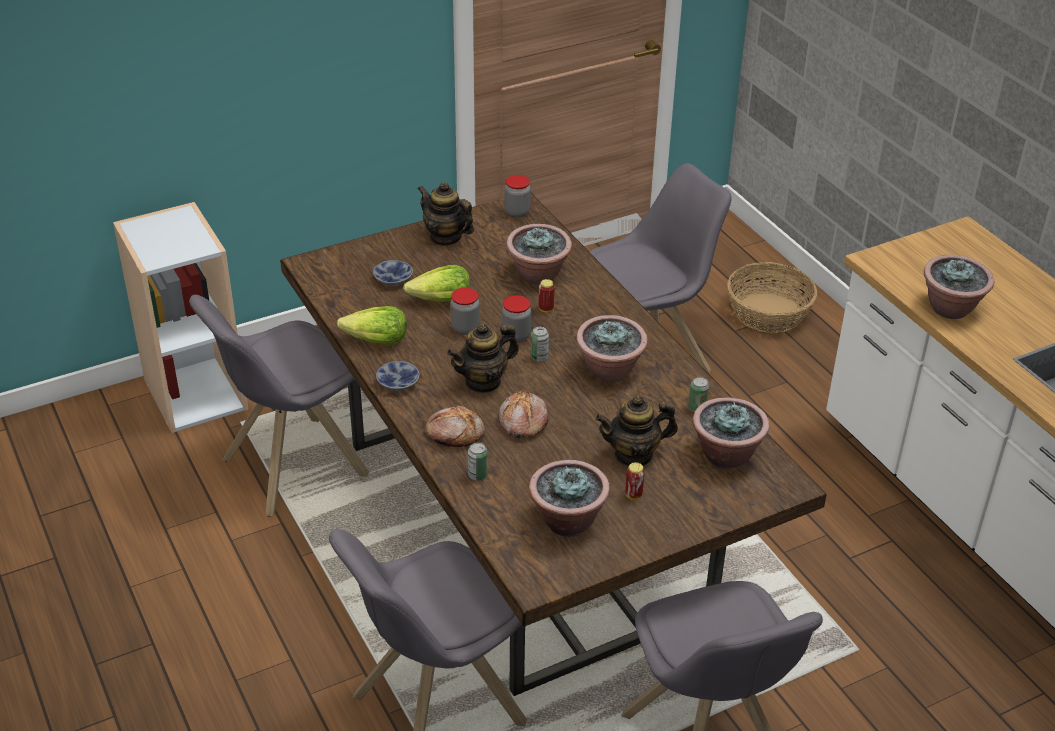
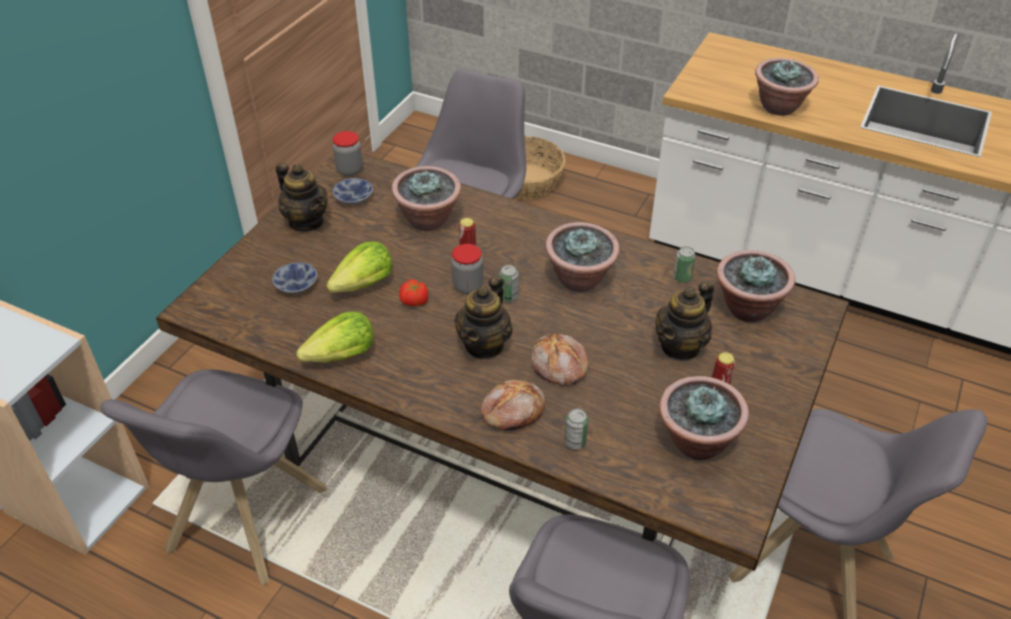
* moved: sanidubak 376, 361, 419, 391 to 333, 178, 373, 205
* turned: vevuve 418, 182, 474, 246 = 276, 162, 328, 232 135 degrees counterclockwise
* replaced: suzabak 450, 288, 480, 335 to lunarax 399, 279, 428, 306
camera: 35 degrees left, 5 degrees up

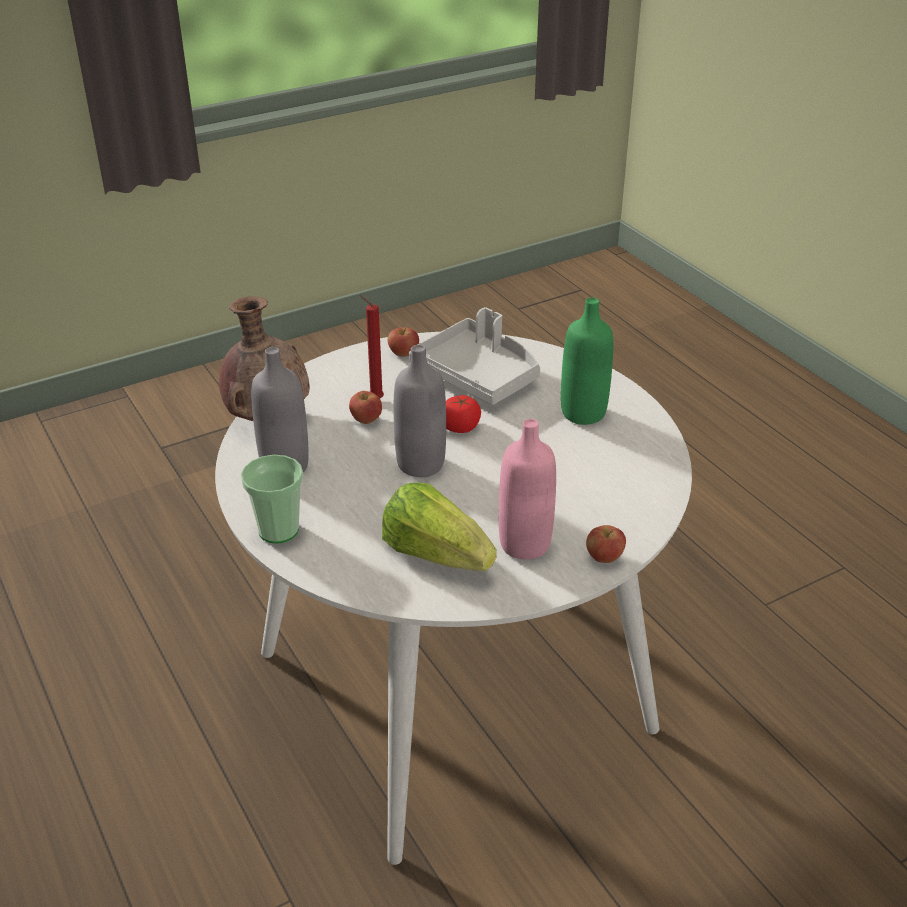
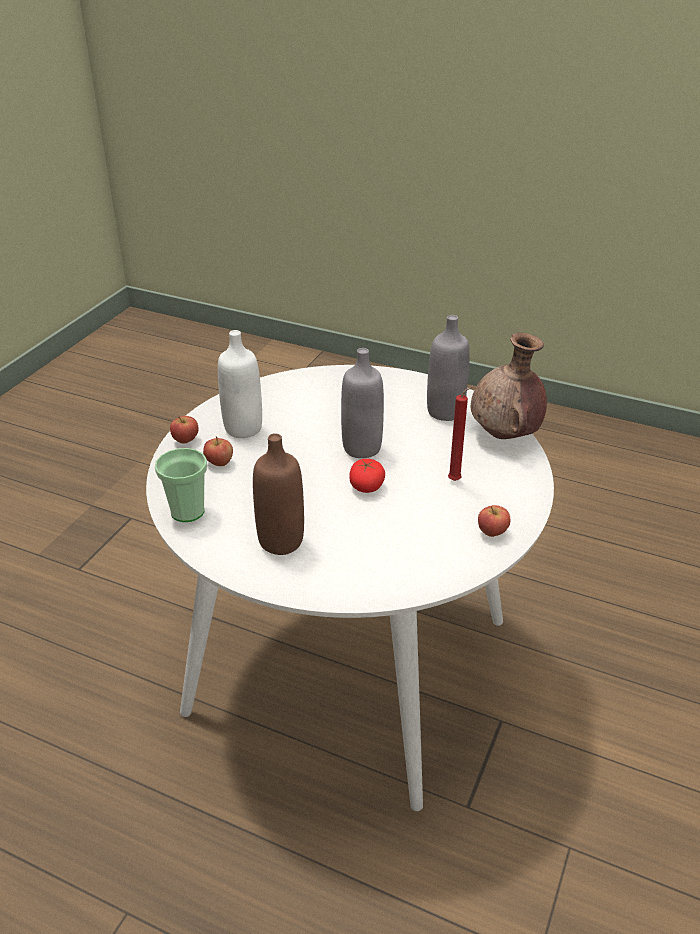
* moved: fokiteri 241, 455, 303, 544 to 155, 448, 207, 522
* moved: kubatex 349, 391, 382, 424 to 203, 436, 233, 466
* removed: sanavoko 382, 483, 497, 571
* removed: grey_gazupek 409, 307, 540, 405
* recoloured: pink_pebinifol 499, 419, 556, 559 to white_pebinifol 218, 330, 262, 438
* recoloured: green_pebinifol 561, 297, 613, 425 to brown_pebinifol 253, 433, 304, 555
camera: 145 degrees right, 0 degrees up

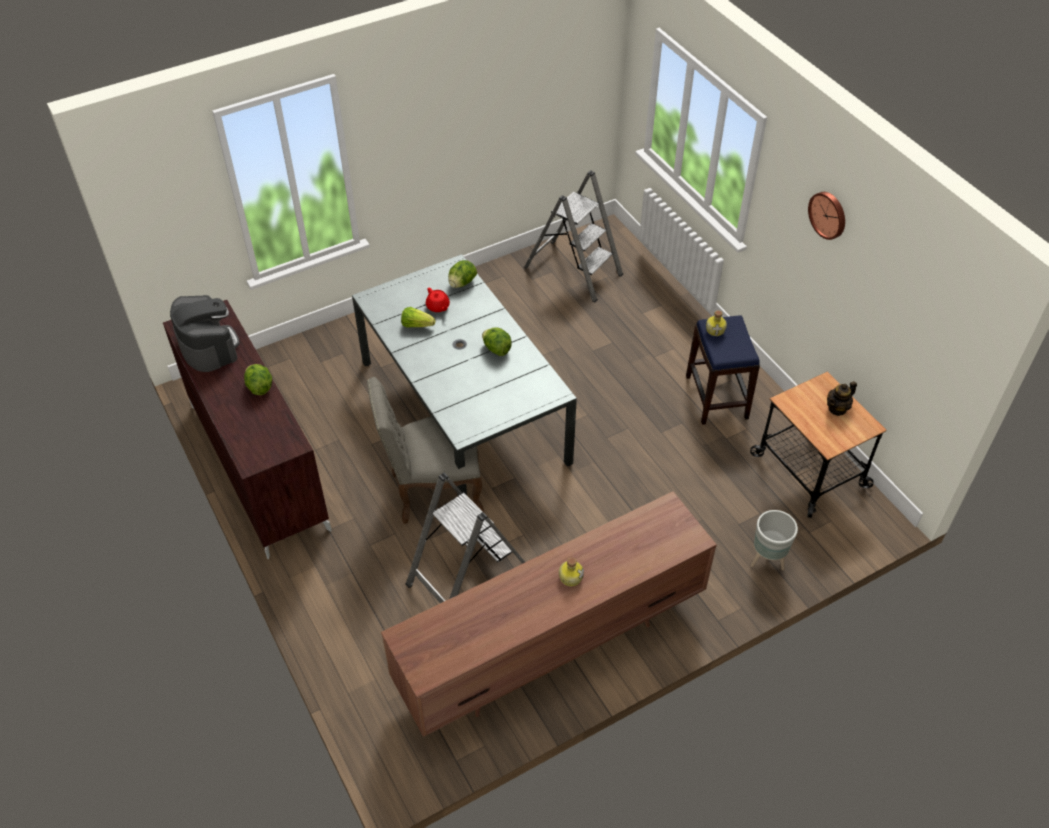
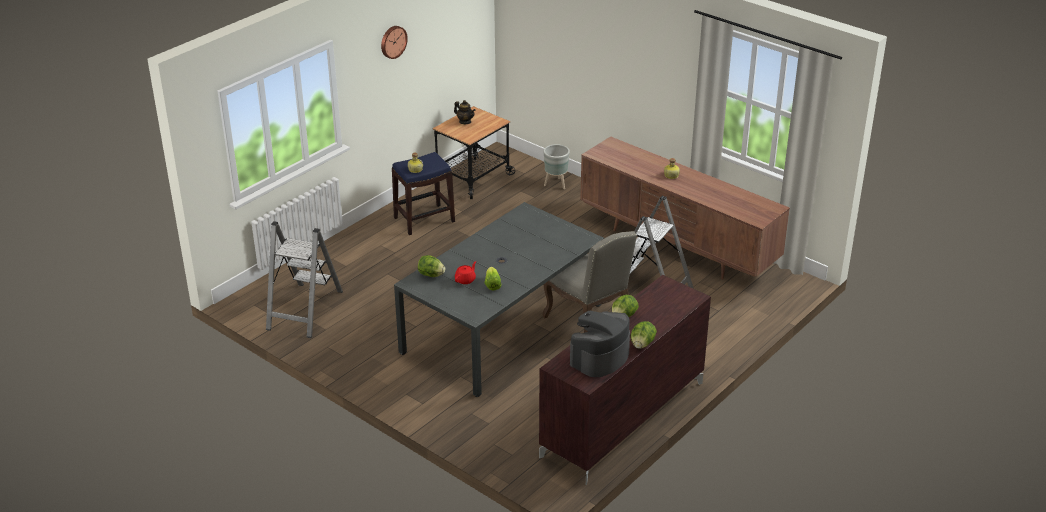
* moved: sanavoko 482, 328, 512, 356 to 631, 321, 657, 349
camera: 110 degrees left, 15 degrees down

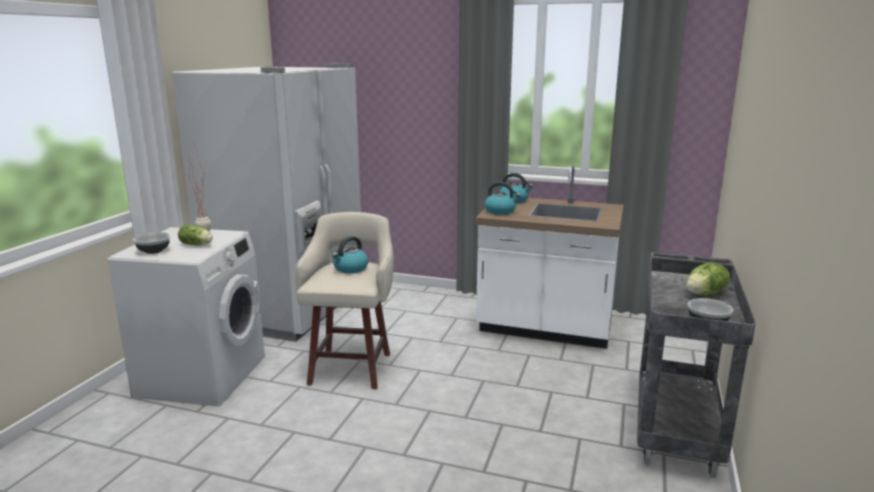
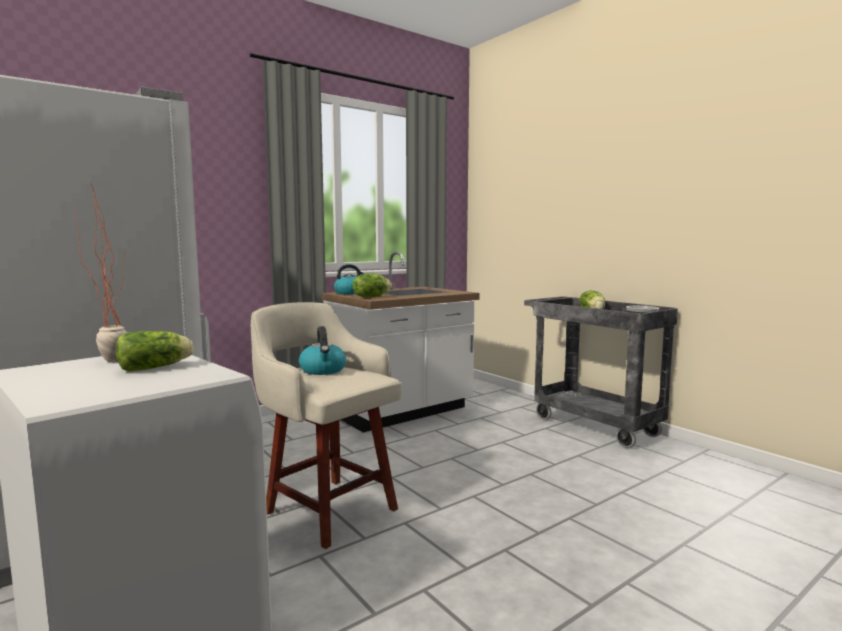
* removed: sanidubak 133, 232, 170, 254
* replaced: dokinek 485, 182, 521, 215 to sanavoko 353, 273, 392, 297
camera: 55 degrees left, 10 degrees down

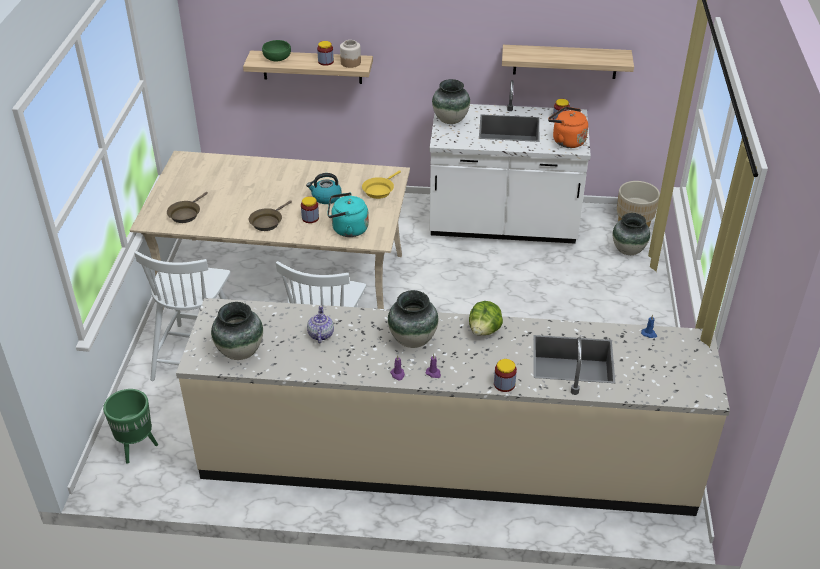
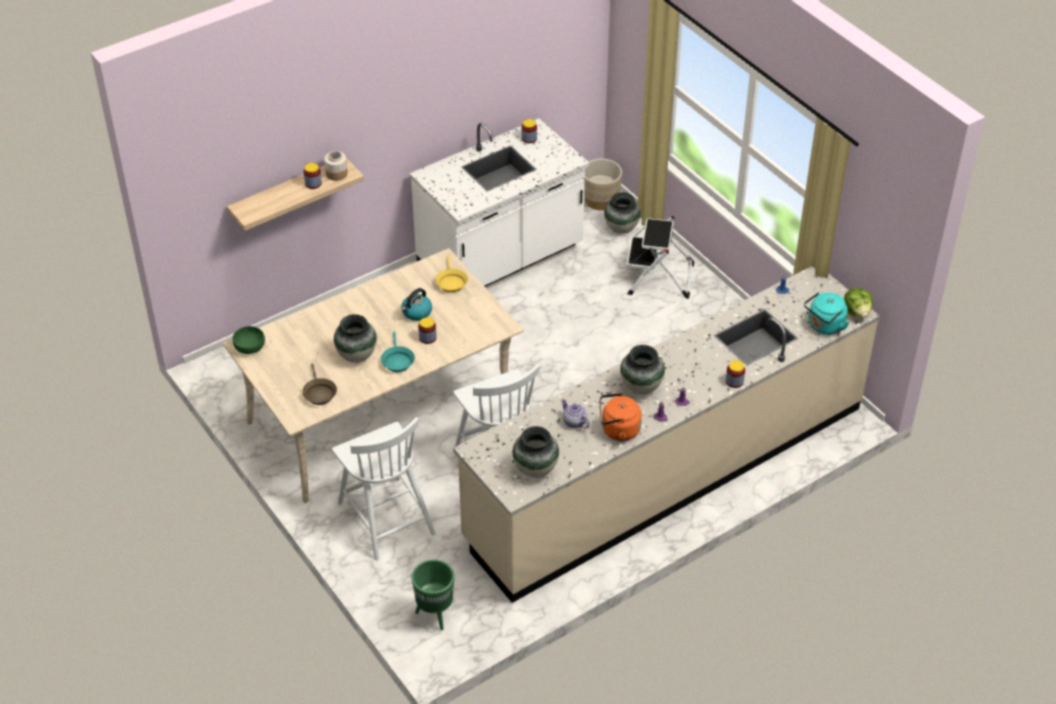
* recoloured: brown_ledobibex 249, 200, 292, 231 to turquoise_ledobibex 381, 331, 415, 372
* moved: green_sanidubak 262, 40, 291, 61 to 232, 326, 265, 354
* moved: turquoise_dokinek 327, 192, 369, 237 to 804, 292, 850, 335
* moved: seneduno 432, 79, 470, 124 to 334, 314, 377, 363
* moved: sanavoko 469, 301, 503, 336 to 844, 288, 873, 318
* removed: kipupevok 502, 45, 634, 79
* moved: orange_dokinek 548, 107, 588, 148 to 600, 393, 642, 441
* added: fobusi 627, 216, 694, 299
camera: 40 degrees left, 5 degrees up

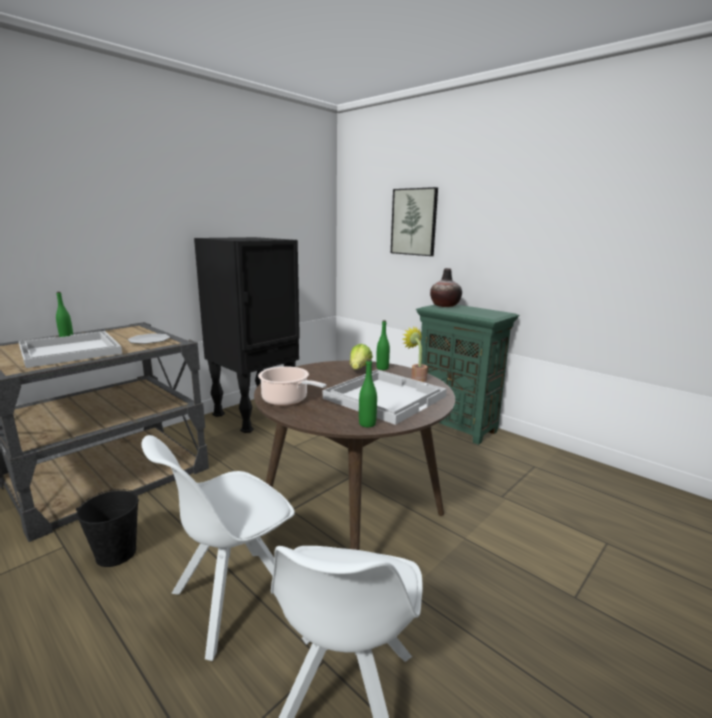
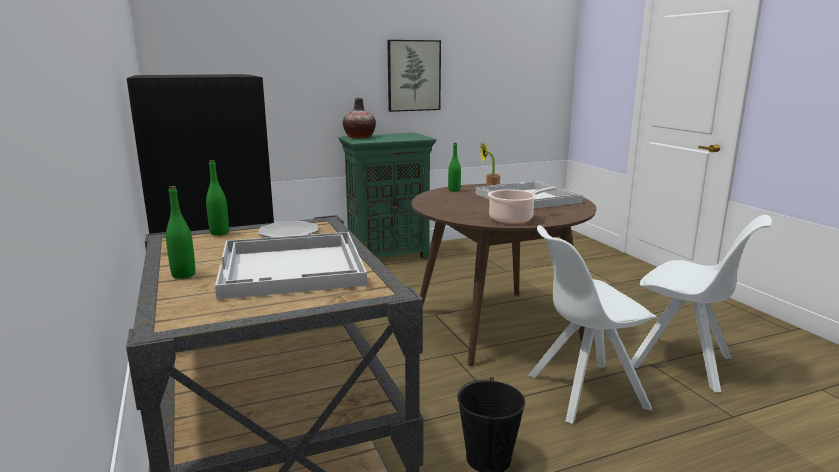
* turned: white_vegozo 142, 435, 295, 661 = 528, 225, 657, 424 90 degrees clockwise
* removed: sanavoko 350, 344, 373, 370
* moved: green_pebinifol 359, 359, 377, 427 to 206, 160, 229, 236
* moved: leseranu 391, 187, 438, 256 to 387, 40, 441, 112
camera: 65 degrees left, 0 degrees up

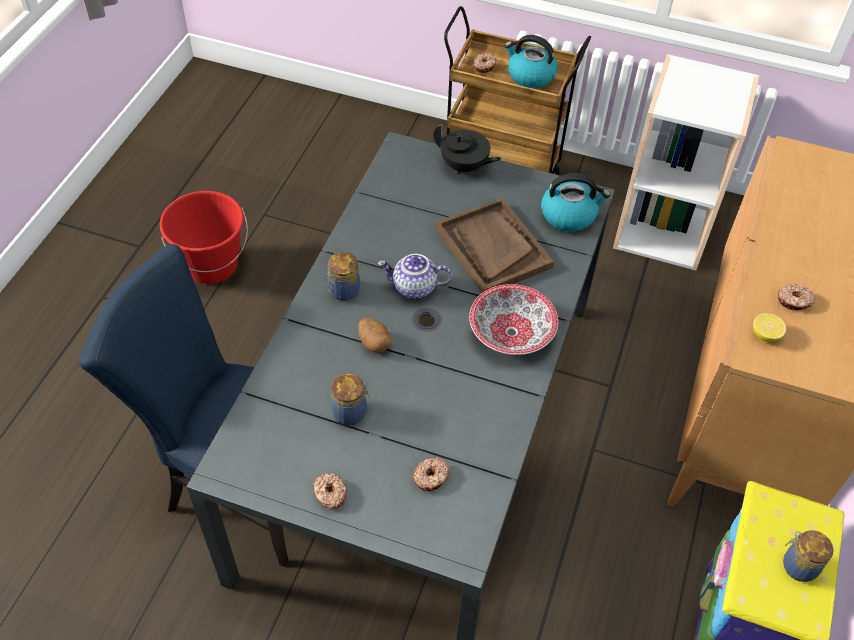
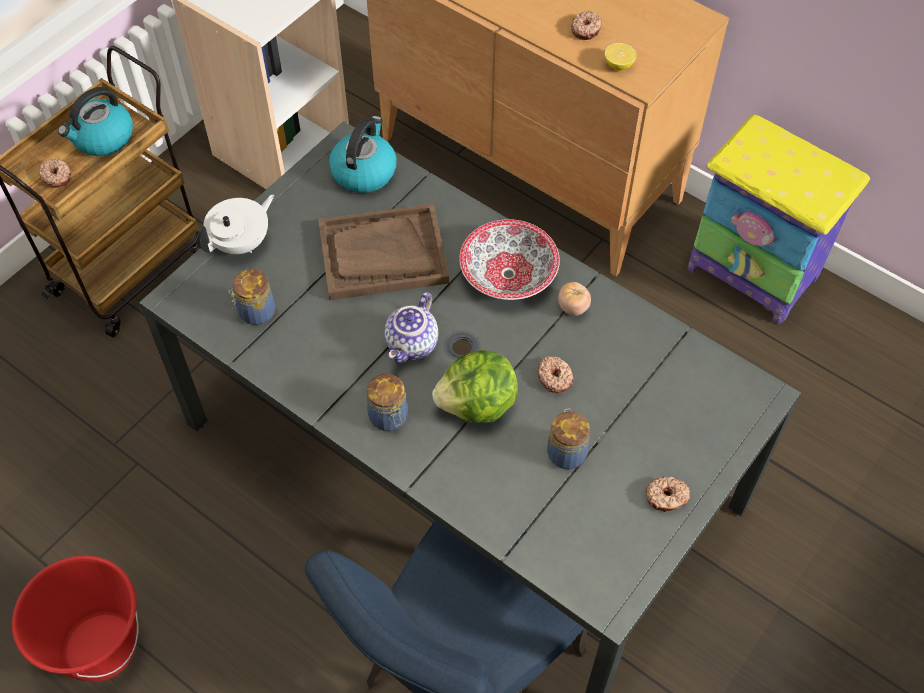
* replaced: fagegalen 358, 318, 392, 353 to sanavoko 432, 350, 518, 423
* moved: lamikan 413, 457, 450, 491 to 538, 356, 574, 393
* recoloured: black_vevuve 434, 124, 501, 174 to white_vevuve 198, 195, 274, 254
* moved: suzabak 783, 530, 834, 582 to 228, 269, 275, 325
* added: lunarax 558, 282, 591, 316
camera: 70 degrees left, 5 degrees up

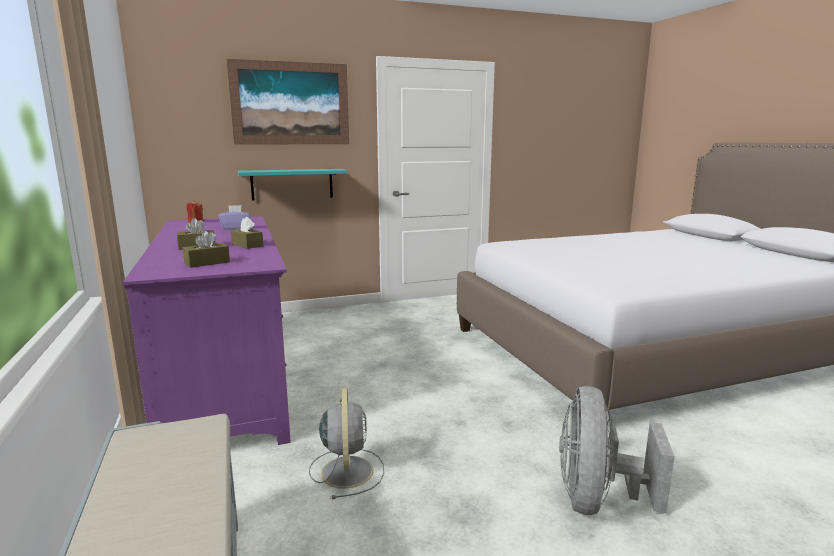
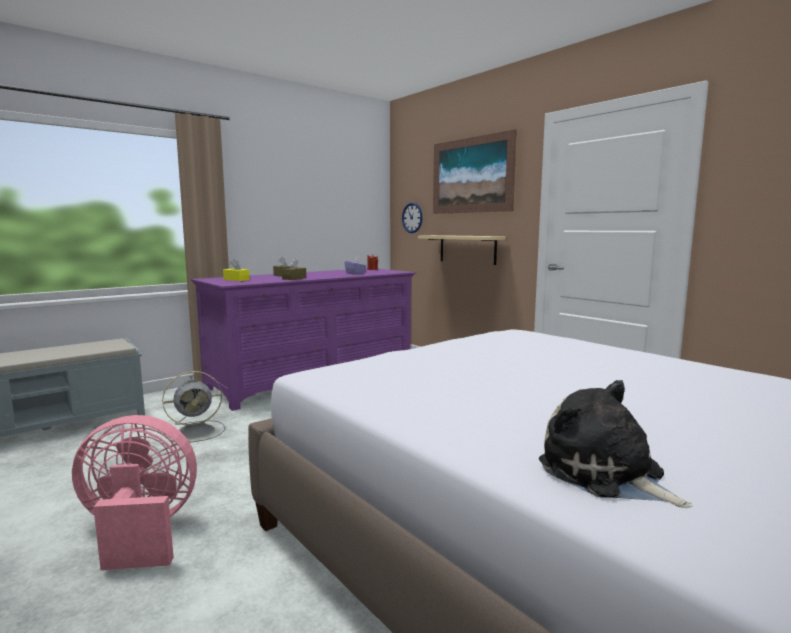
* recoloured: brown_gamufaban 183, 230, 230, 268 to yellow_gamufaban 223, 259, 250, 281
* recoloured: turquoise_kipupevok 238, 169, 347, 201 to beige_kipupevok 418, 235, 506, 265
* recoloured: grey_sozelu 559, 386, 675, 515 to pink_sozelu 72, 415, 197, 570
* added: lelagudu 402, 203, 423, 233
* added: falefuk 539, 380, 693, 508
camera: 70 degrees right, 5 degrees down

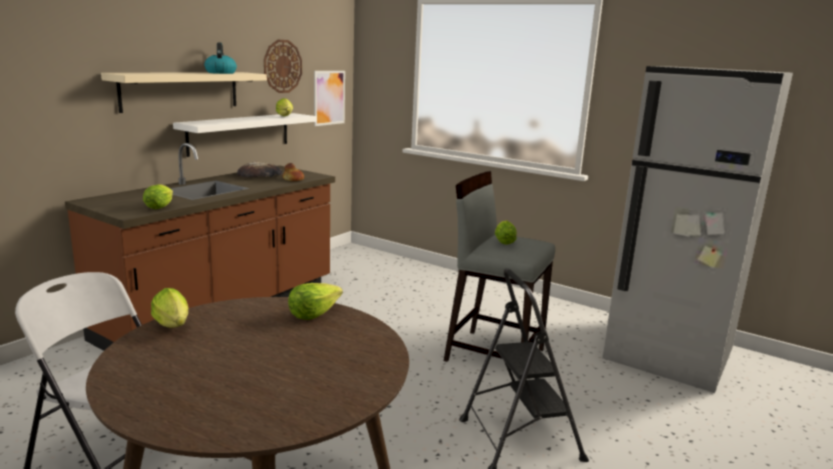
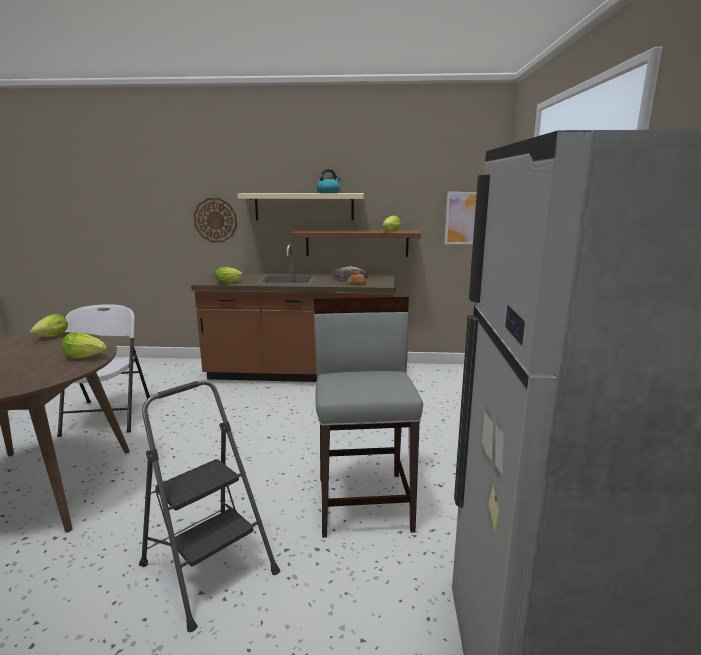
* recoloured: white_kipupevok 173, 113, 317, 157 to brown_kipupevok 291, 230, 421, 257
* moved: lelagudu 264, 40, 302, 93 to 193, 198, 237, 243
* removed: sanavoko 495, 220, 517, 245
camera: 60 degrees right, 0 degrees up

